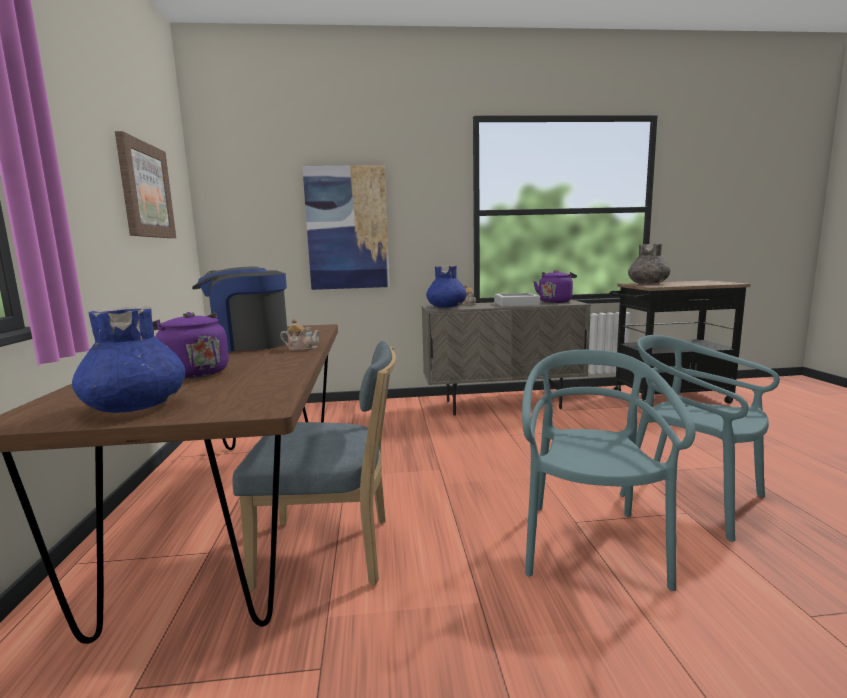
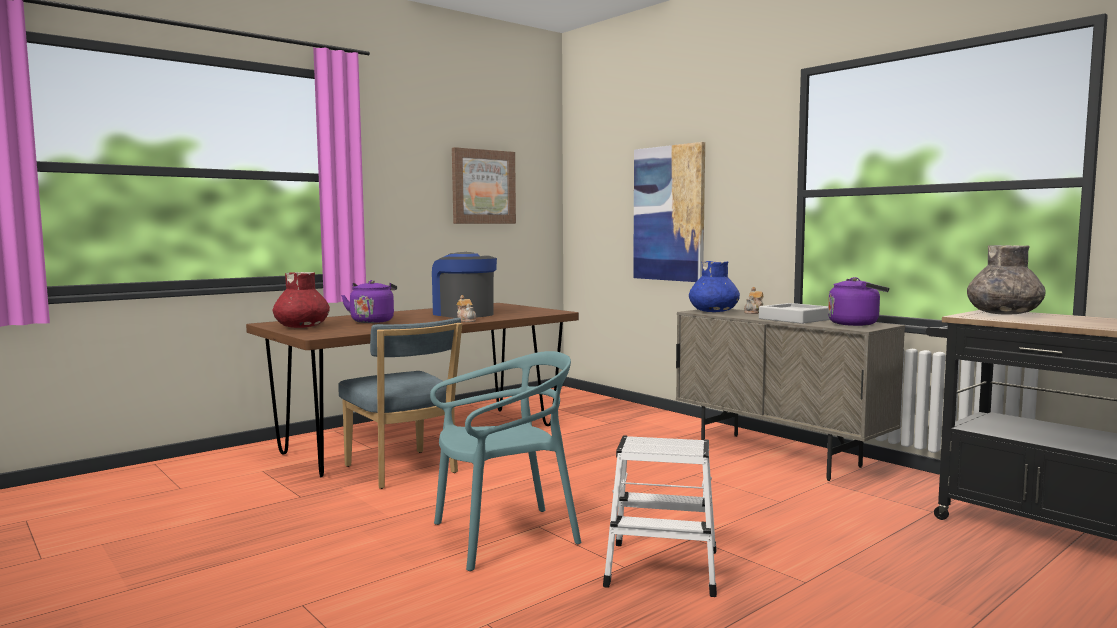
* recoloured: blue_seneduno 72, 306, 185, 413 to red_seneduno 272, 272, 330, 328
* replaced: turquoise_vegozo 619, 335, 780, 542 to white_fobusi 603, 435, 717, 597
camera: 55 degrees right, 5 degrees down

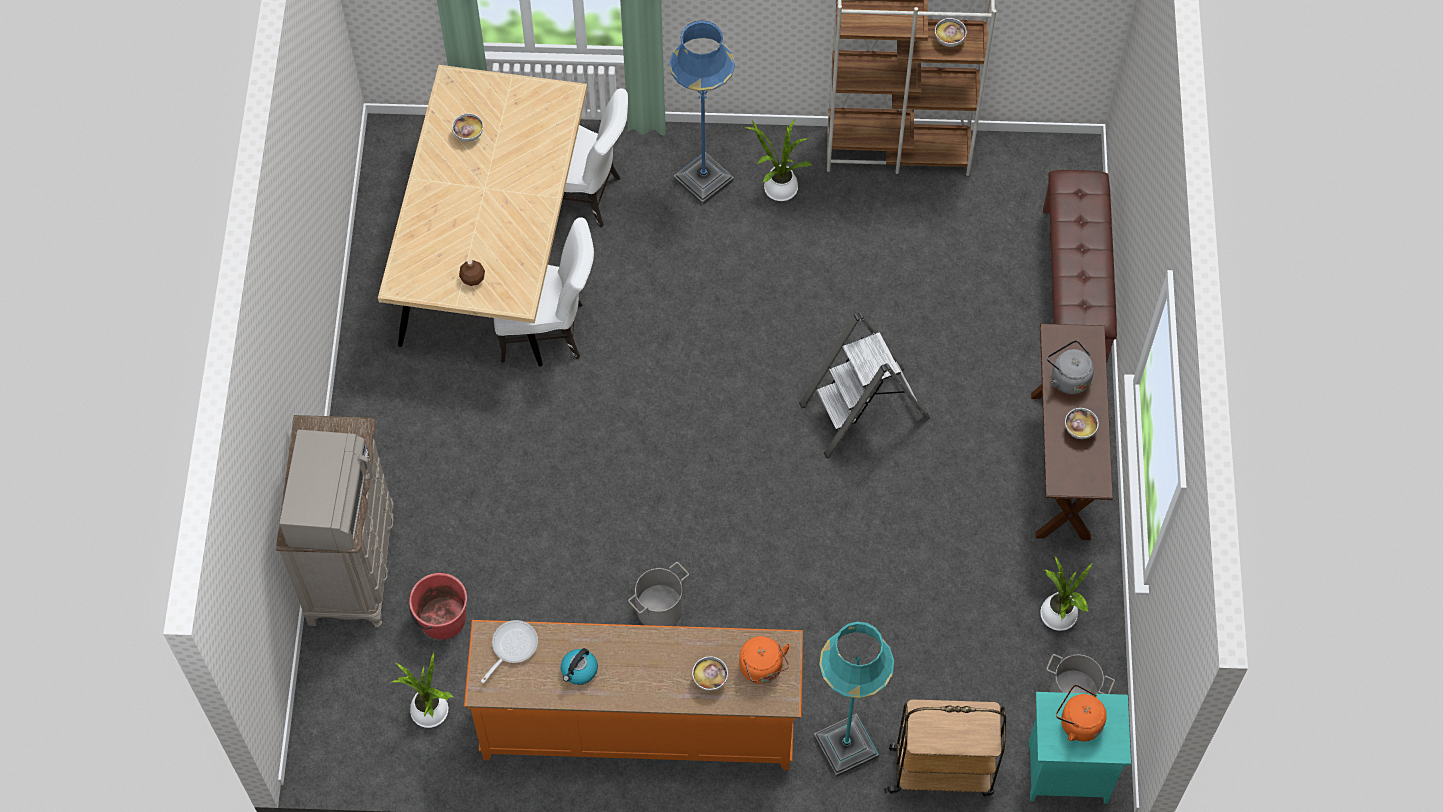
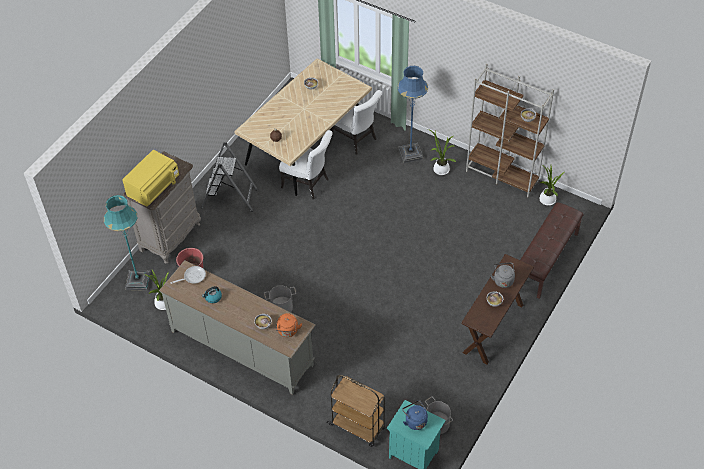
* recoloured: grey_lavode 279, 430, 373, 551 to yellow_lavode 122, 150, 179, 206
* recoloured: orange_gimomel 464, 620, 803, 770 to grey_gimomel 159, 260, 316, 395
* moved: grey_fobusi 799, 312, 930, 458 to 201, 142, 258, 212
* moved: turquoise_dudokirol 814, 621, 894, 777 to 104, 195, 151, 291
* moved: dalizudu 1040, 556, 1093, 631 to 539, 166, 564, 205
* recoloured: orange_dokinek 1056, 684, 1107, 741 to blue_dokinek 402, 400, 428, 430
camera: 30 degrees right, 10 degrees down

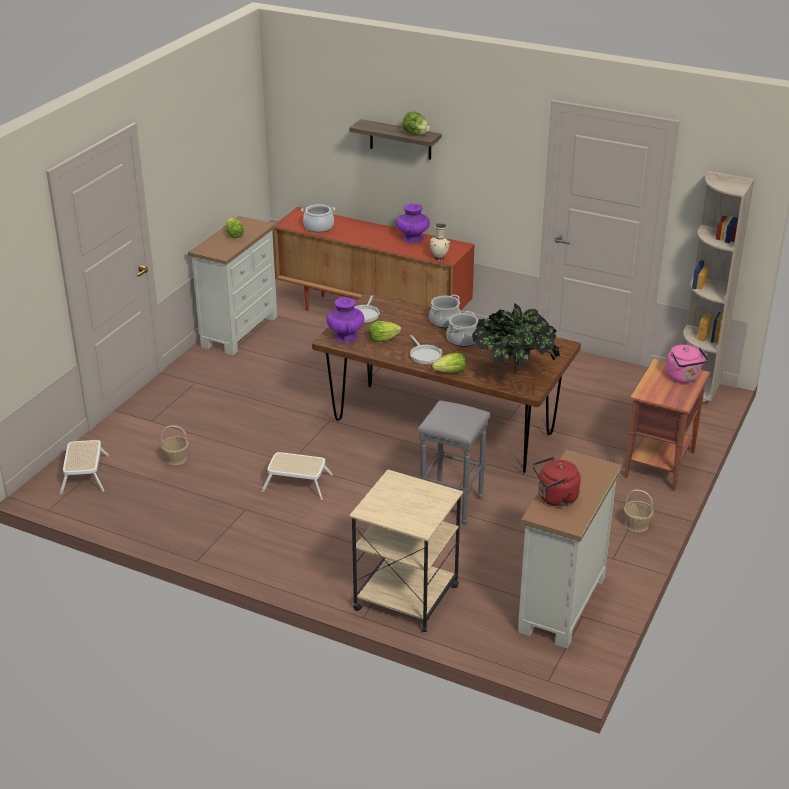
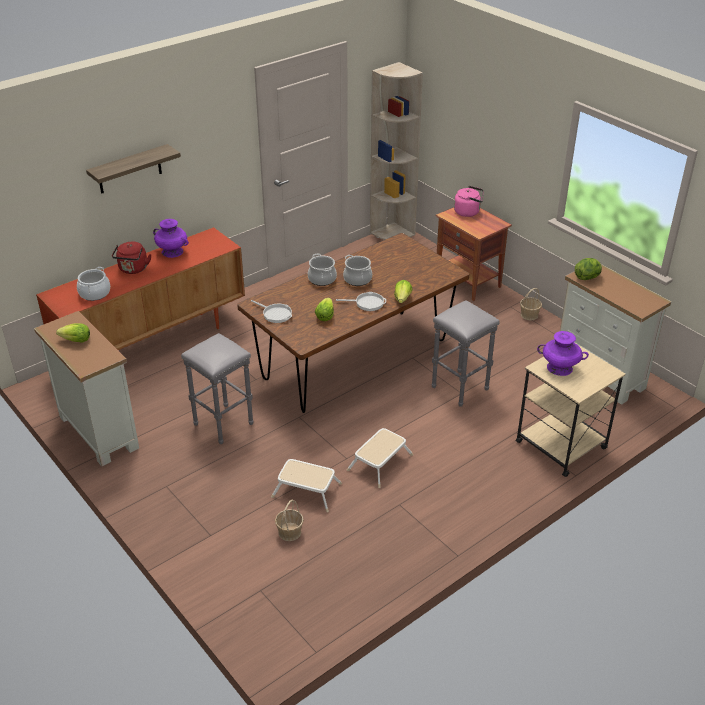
* moved: beige_fobusi 59, 440, 110, 495 to 271, 459, 342, 512
* moved: purple_seneduno 326, 297, 364, 343 to 537, 331, 589, 376
* moved: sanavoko 402, 112, 430, 136 to 575, 258, 602, 280
* removed: beige_seneduno 430, 223, 450, 261
* removed: dalizudu 472, 303, 560, 375
* moved: red_dokinek 533, 456, 581, 506 to 112, 242, 152, 274
* added: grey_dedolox 181, 333, 254, 444
camera: 65 degrees left, 5 degrees up

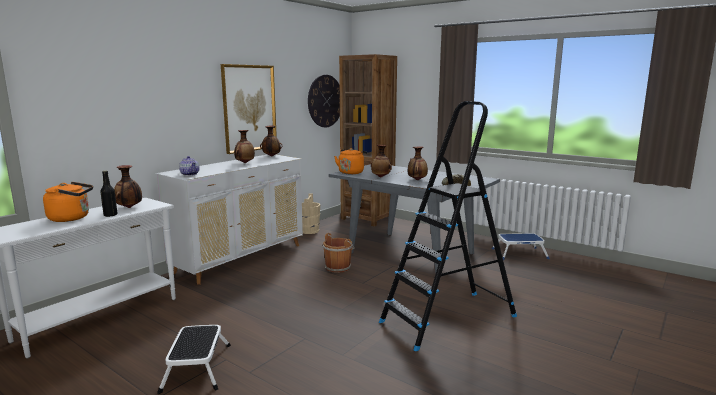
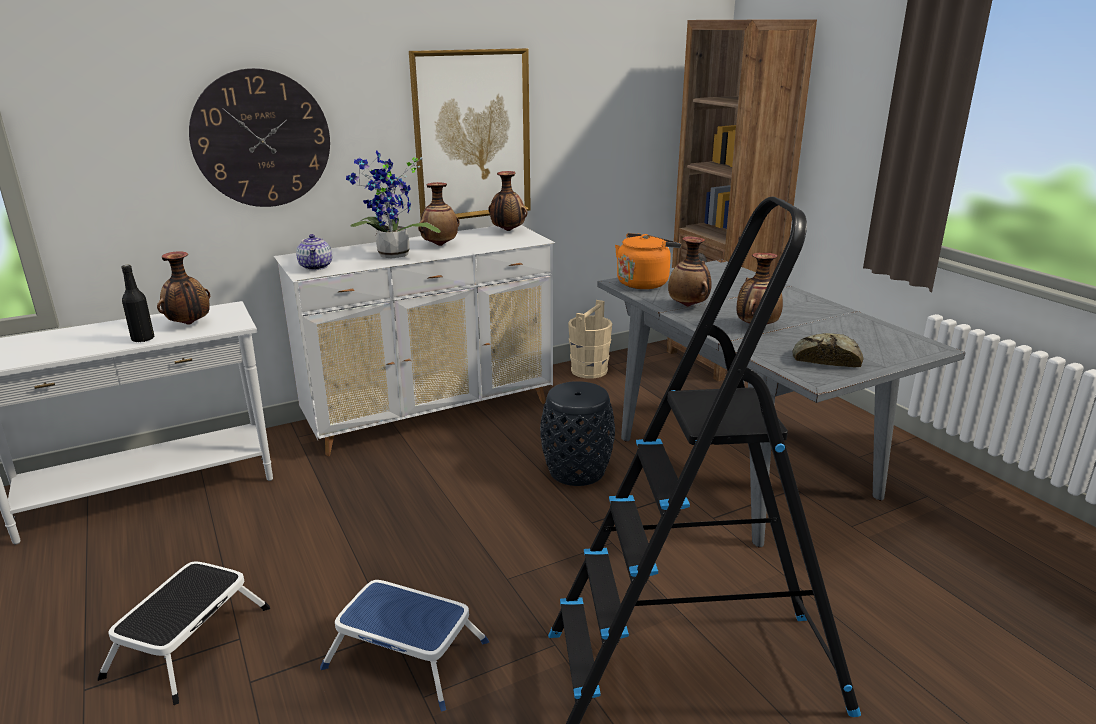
* removed: orange_dokinek 43, 182, 93, 222
* moved: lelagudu 308, 75, 340, 127 to 189, 68, 330, 207
* replaced: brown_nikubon 322, 233, 355, 273 to black_dedolox 540, 381, 615, 486
* moved: blue_fobusi 492, 233, 550, 260 to 320, 580, 489, 712
* added: dalizudu 346, 151, 441, 258
camera: 25 degrees right, 10 degrees up

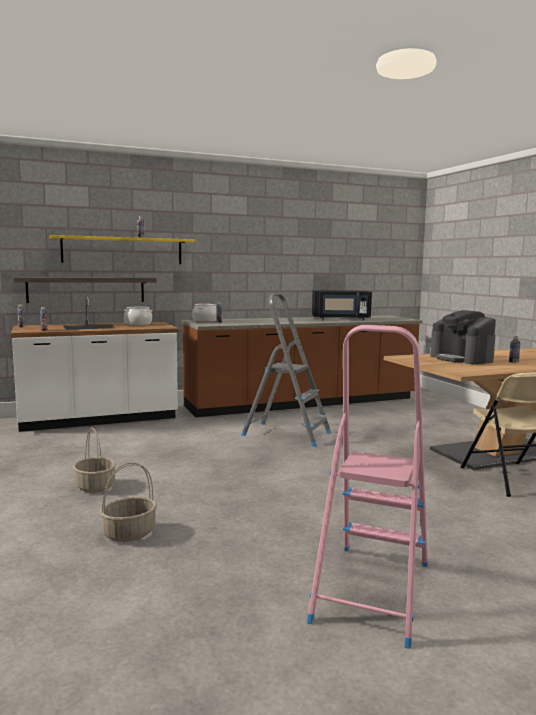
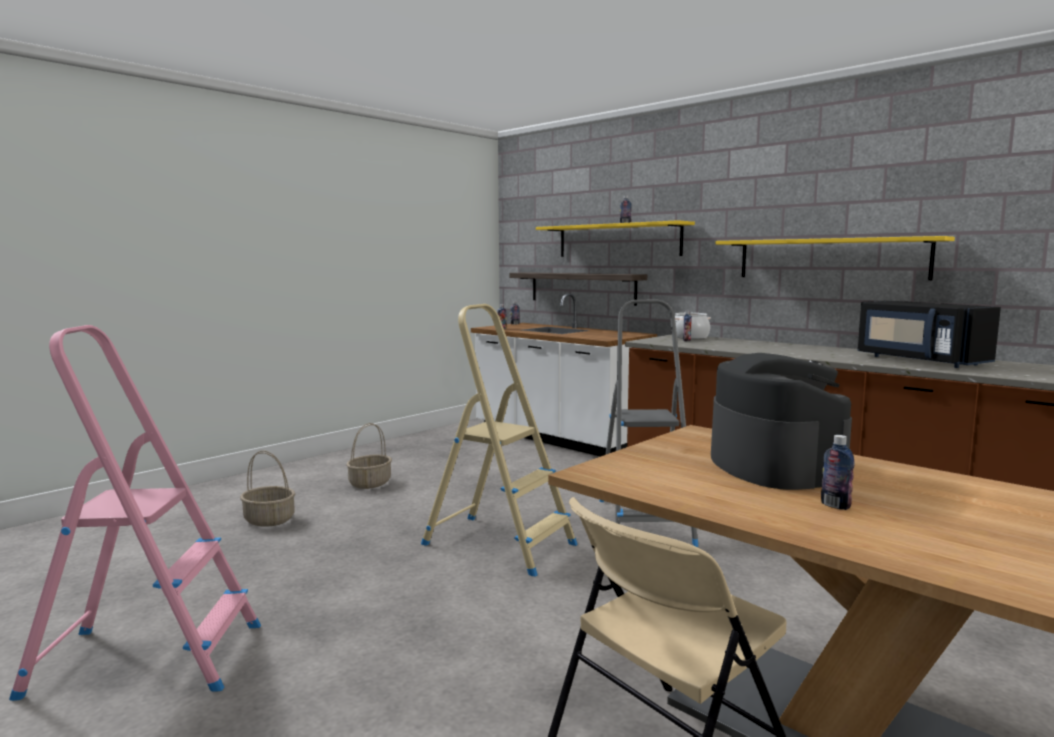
* removed: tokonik 124, 307, 152, 325
* turned: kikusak 430, 310, 496, 365 = 711, 353, 852, 490 135 degrees clockwise
* added: beige_fobusi 421, 304, 578, 577
* added: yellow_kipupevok 715, 236, 955, 280
camera: 65 degrees right, 0 degrees up

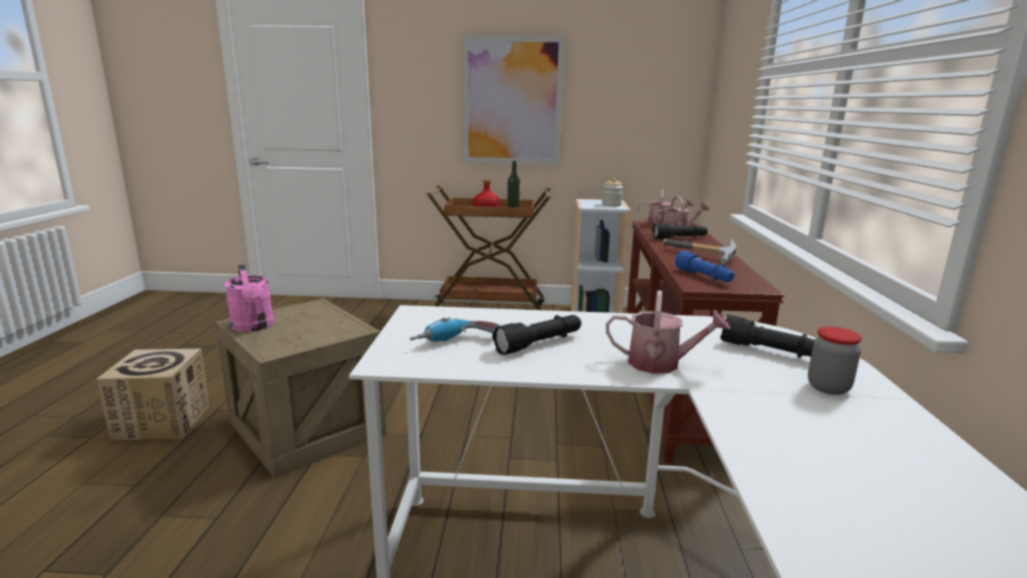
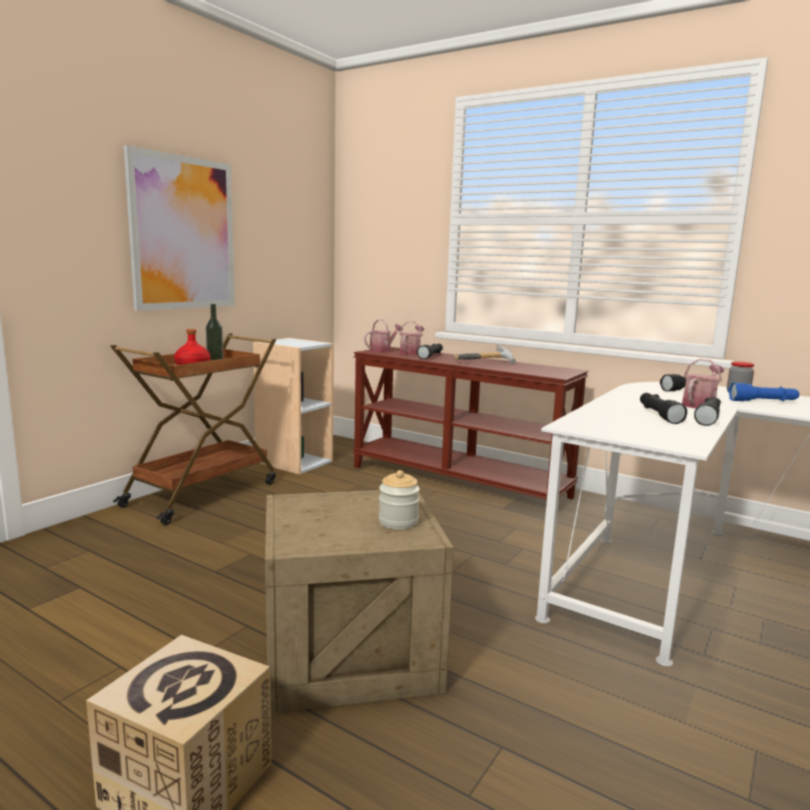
* removed: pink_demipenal 224, 264, 274, 332
* removed: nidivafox 410, 317, 499, 342
* moved: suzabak 602, 178, 623, 206 to 379, 470, 420, 530
* moved: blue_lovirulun 675, 251, 734, 282 to 728, 383, 799, 401
* added: black_lovirulun 694, 397, 721, 426
camera: 60 degrees left, 5 degrees down

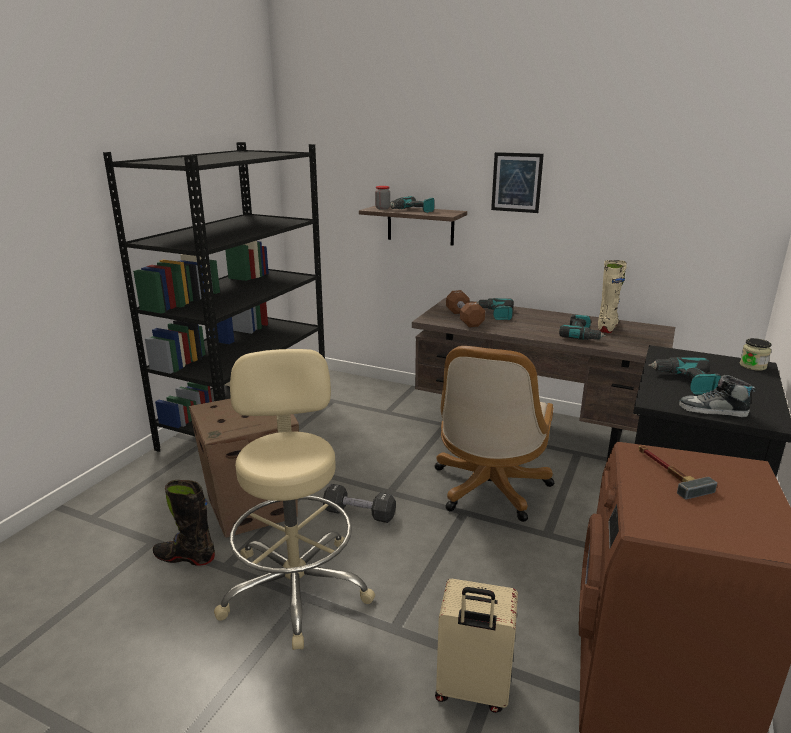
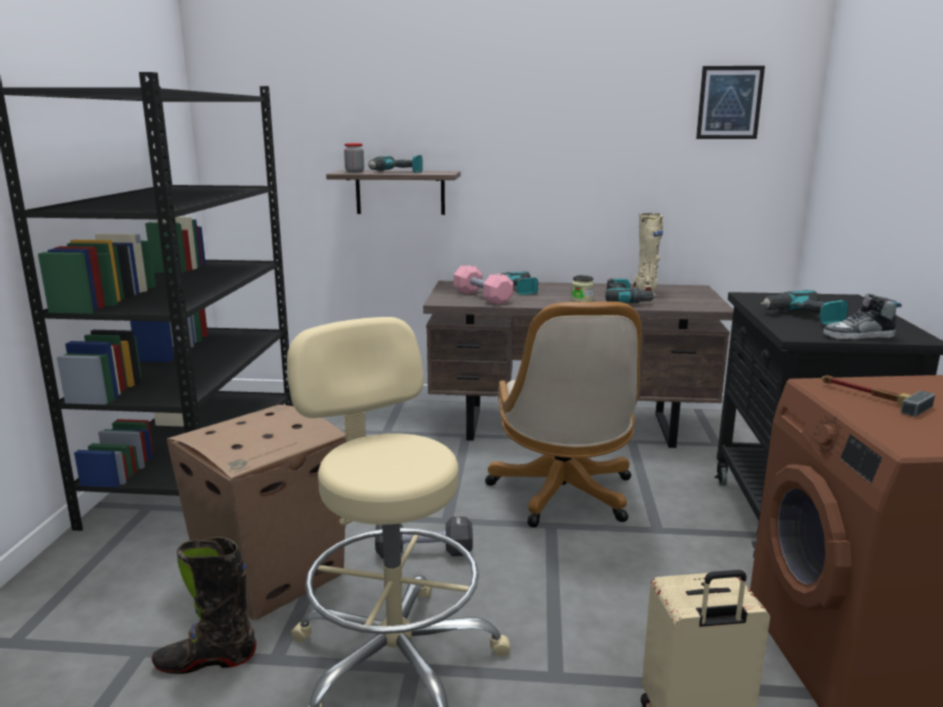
* recoloured: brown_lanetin 446, 290, 485, 327 to pink_lanetin 454, 265, 513, 304
* moved: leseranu 491, 152, 544, 213 to 696, 66, 765, 139
* moved: suzabak 740, 338, 772, 371 to 571, 275, 594, 302
camera: 20 degrees left, 5 degrees down

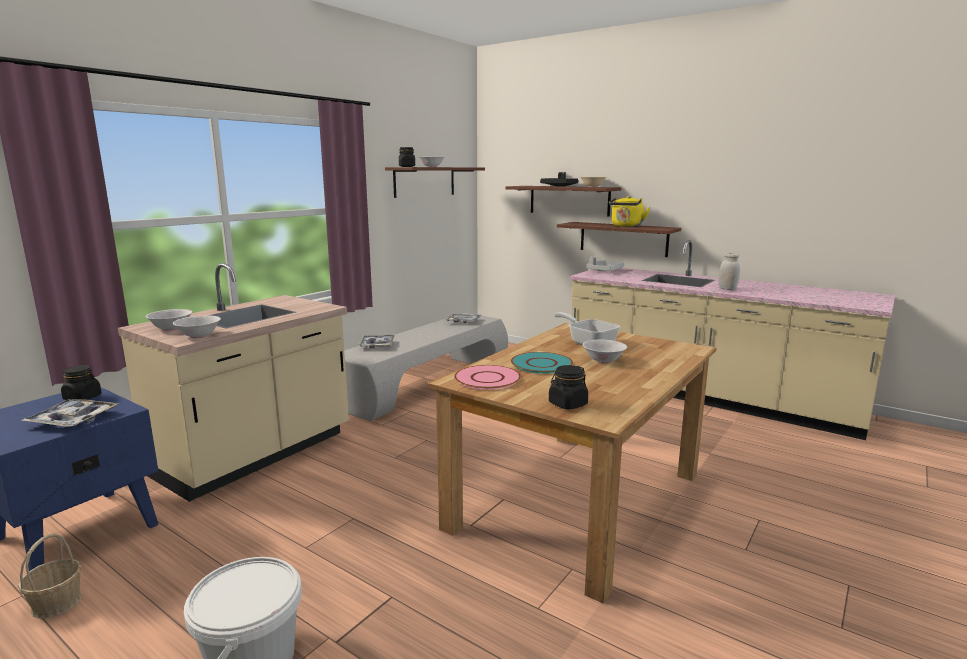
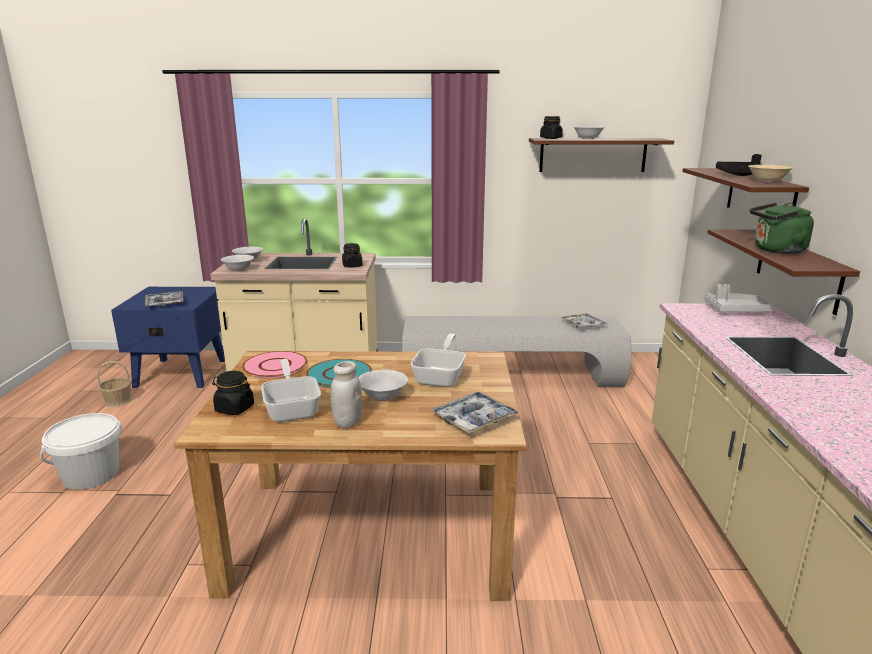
* moved: black_suzabak 61, 365, 101, 400 to 342, 243, 363, 268
* moved: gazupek 358, 335, 395, 348 to 431, 391, 519, 433
* recoloured: yellow_dokinek 609, 196, 650, 227 to green_dokinek 750, 203, 814, 254
* moved: white_suzabak 719, 253, 740, 290 to 330, 361, 362, 428
* added: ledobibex 261, 359, 321, 422
camera: 55 degrees right, 5 degrees up

